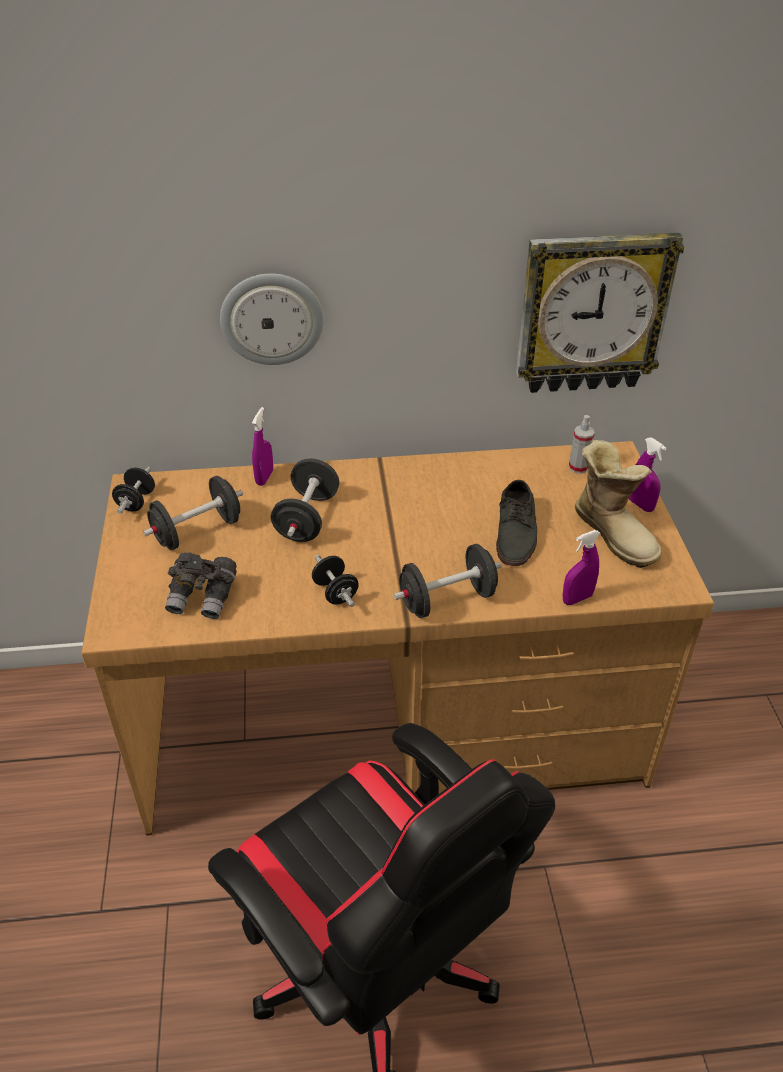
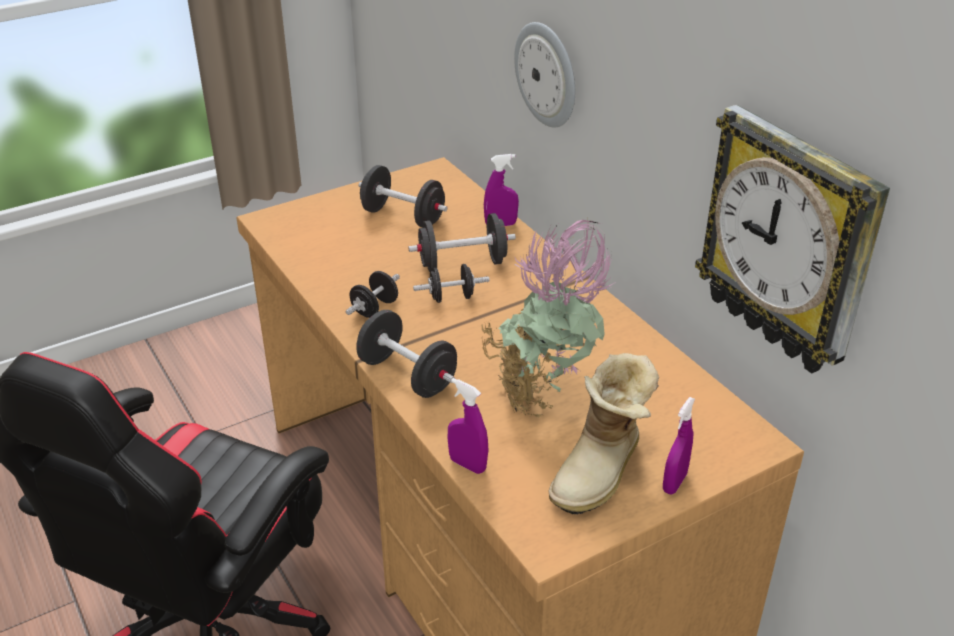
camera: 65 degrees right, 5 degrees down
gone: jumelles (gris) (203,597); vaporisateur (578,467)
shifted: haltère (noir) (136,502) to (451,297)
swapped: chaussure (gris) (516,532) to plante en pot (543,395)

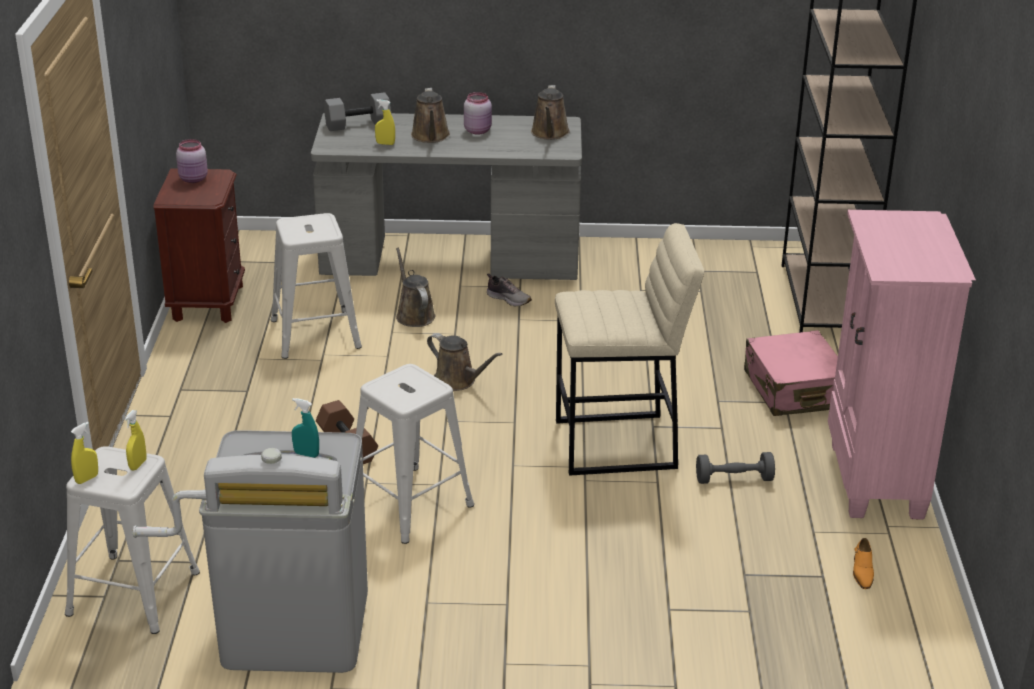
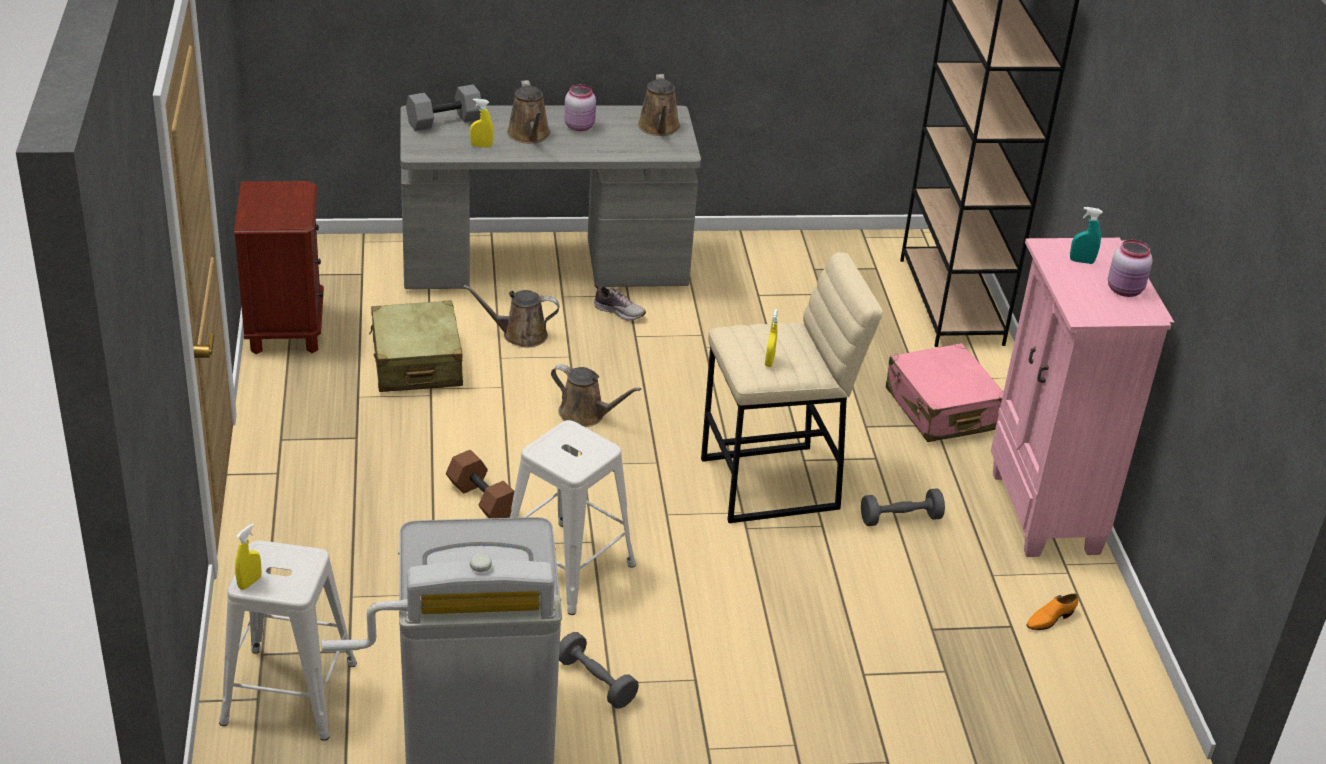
camera: 10 degrees left, 5 degrees up
new: haltère (gris) (596,681)
shifted: vaporisateur (jaune) (138,465) to (769,361); vaporisateur (turquoise) (306,454) to (1081,261); bocal (rose) (194,179) to (1125,290)
swapped: tabouret (blanc) (315,334) to valise (beige) (416,363)
rotated: arrosoir (marron) (414,315) = (520,335) 60 degrees counterclockwise; chaussure (orange) (862,572) = (1049,619) 60 degrees clockwise

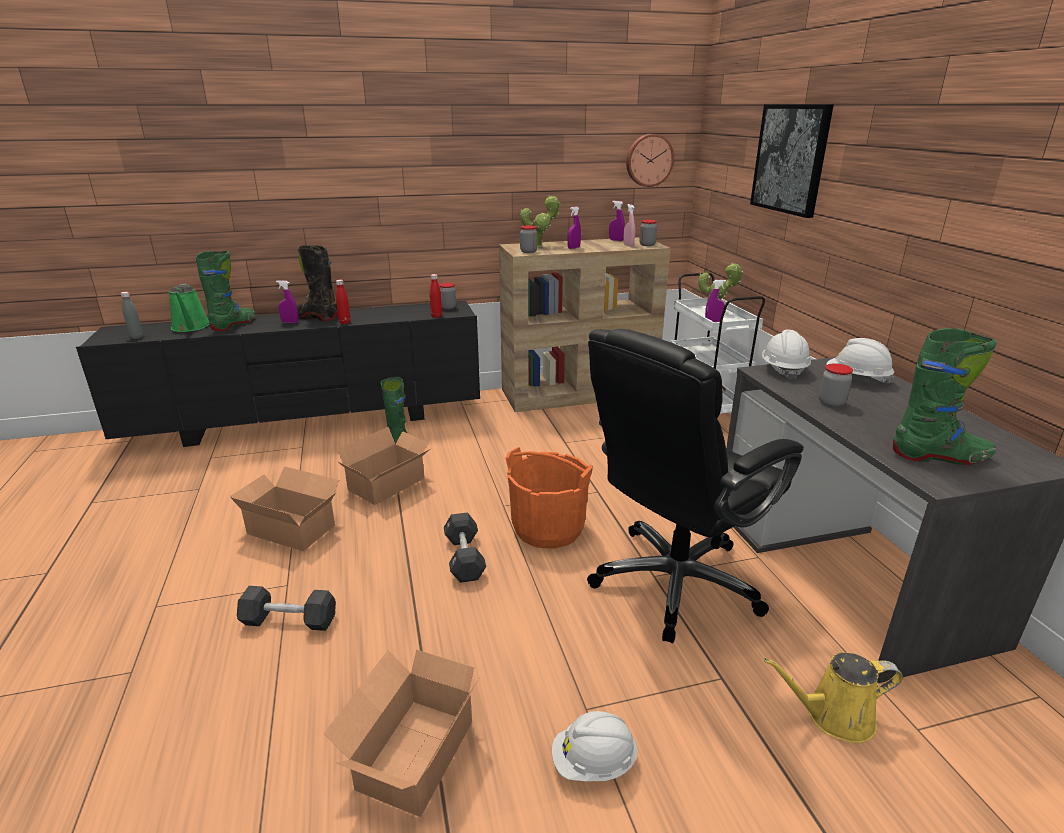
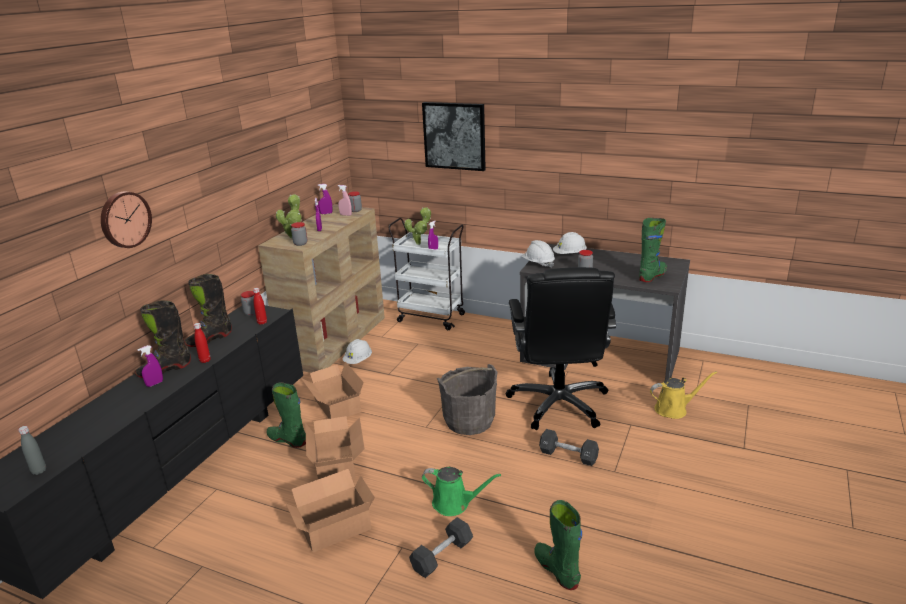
camera: 50 degrees left, 0 degrees up
new: botte (noir) (209,339)
shifted: horloge murale (649,160) to (124,219); carton (410,755) to (336,407); casque de chantier (blanc) (593,763) to (358,361); arrosoir (vert) (191,327) to (454,504); botte (vert) (234,325) to (557,570); haltère (noir) (464,558) to (568,455)
repainted: seau (orange) (548,528) to seau (gris) (469,421)
rotated: arrosoir (jaune) (833,716) = (674,409) 135 degrees counterclockwise

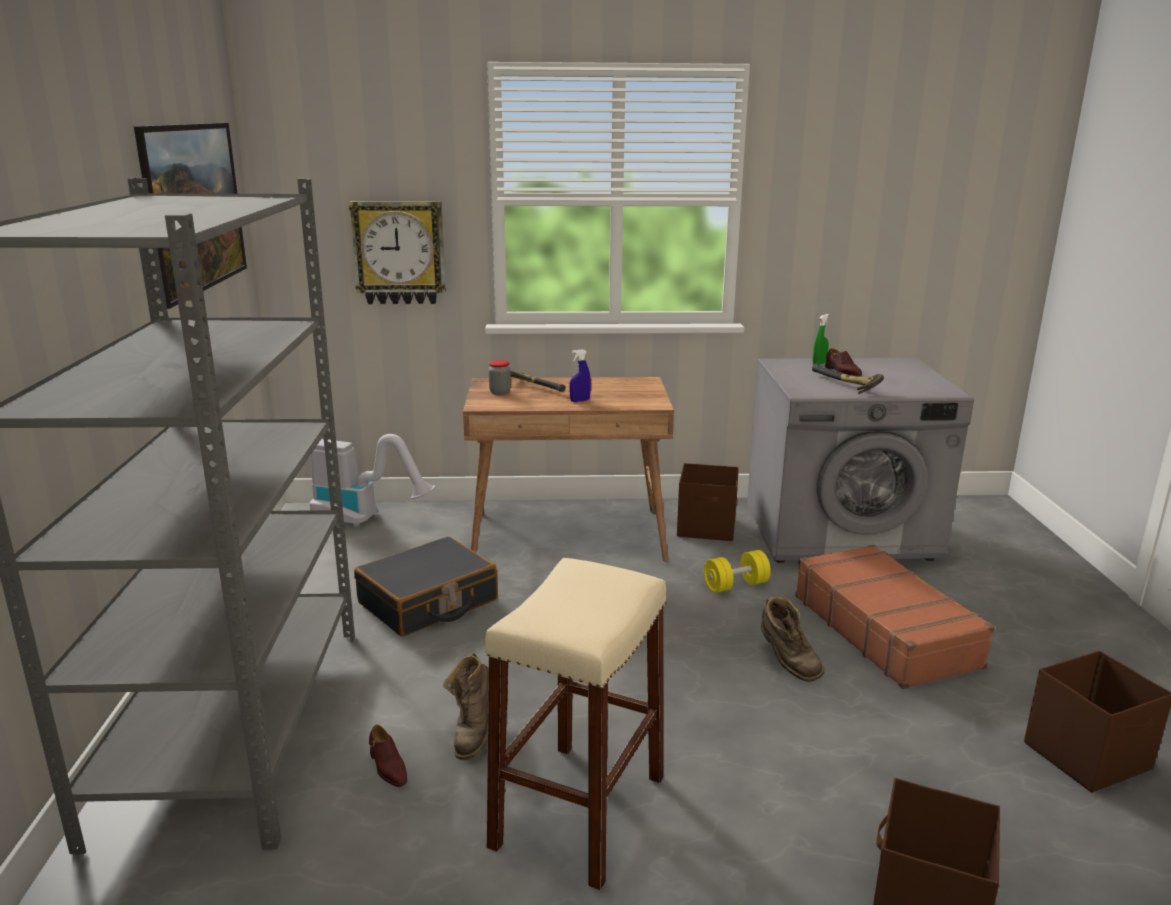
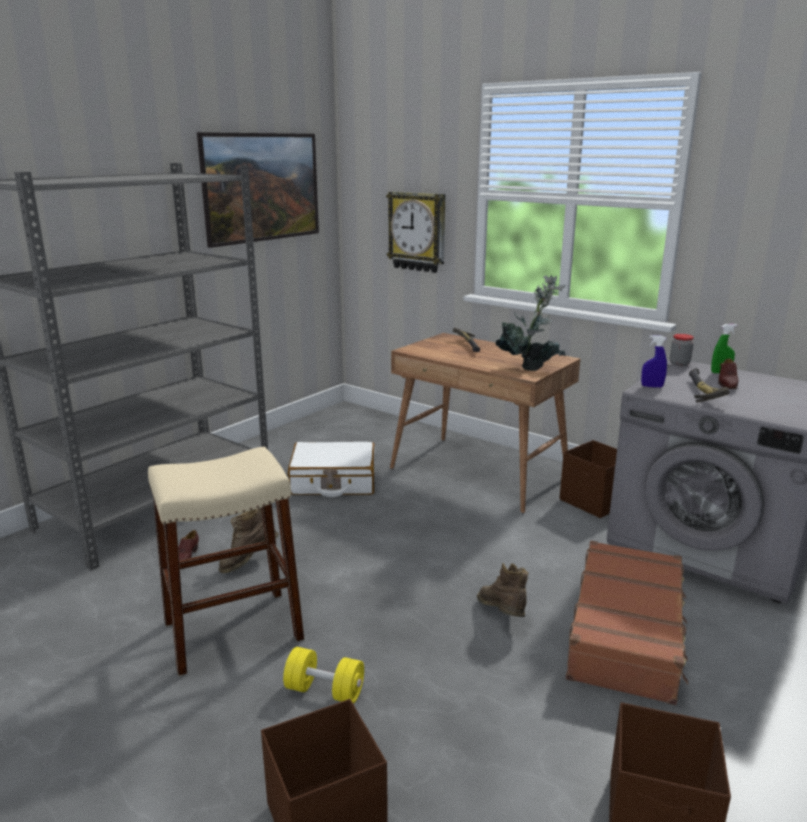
camera: 40 degrees right, 0 degrees up
gone: aspirateur (366,519)
new: plante en pot (530,367)
shifted: haltère (jaune) (736,585) to (325,691); vaporisateur (bleu) (580,401) to (652,386); bocal (500,392) to (679,364)
repainted: valise (noir) (428,602) to valise (blanc) (333,481)
rotated: botte (marron) (787,662) = (502,616) 150 degrees clockwise

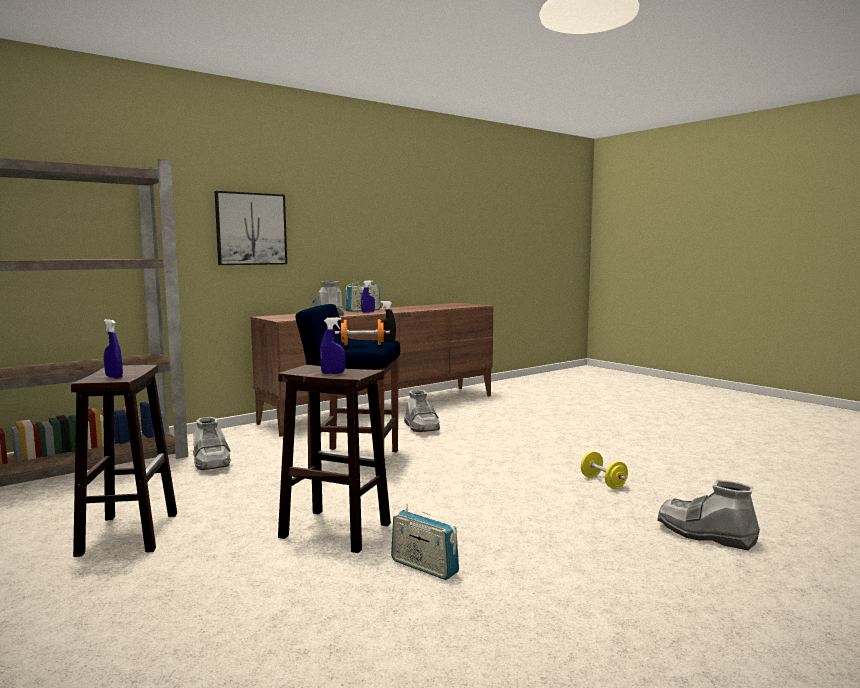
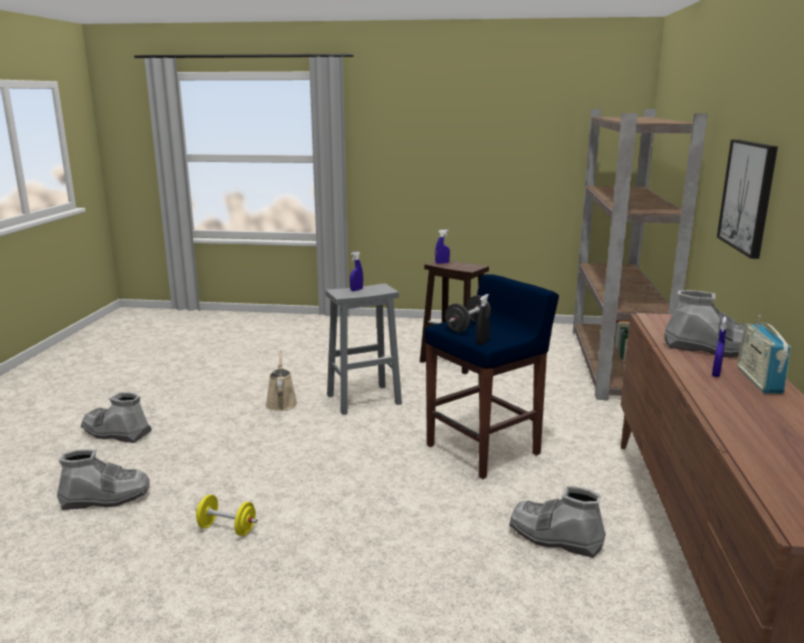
camera: 135 degrees right, 10 degrees up
shifted: botte (gris) (211,464) to (116,433)
swapped: radio (424,567) to arrosoir (beige) (281,402)
repainted: tabouret (marron) (333,530) to tabouret (gris) (365,399); haltère (orange) (362,345) to haltère (noir) (467,326)

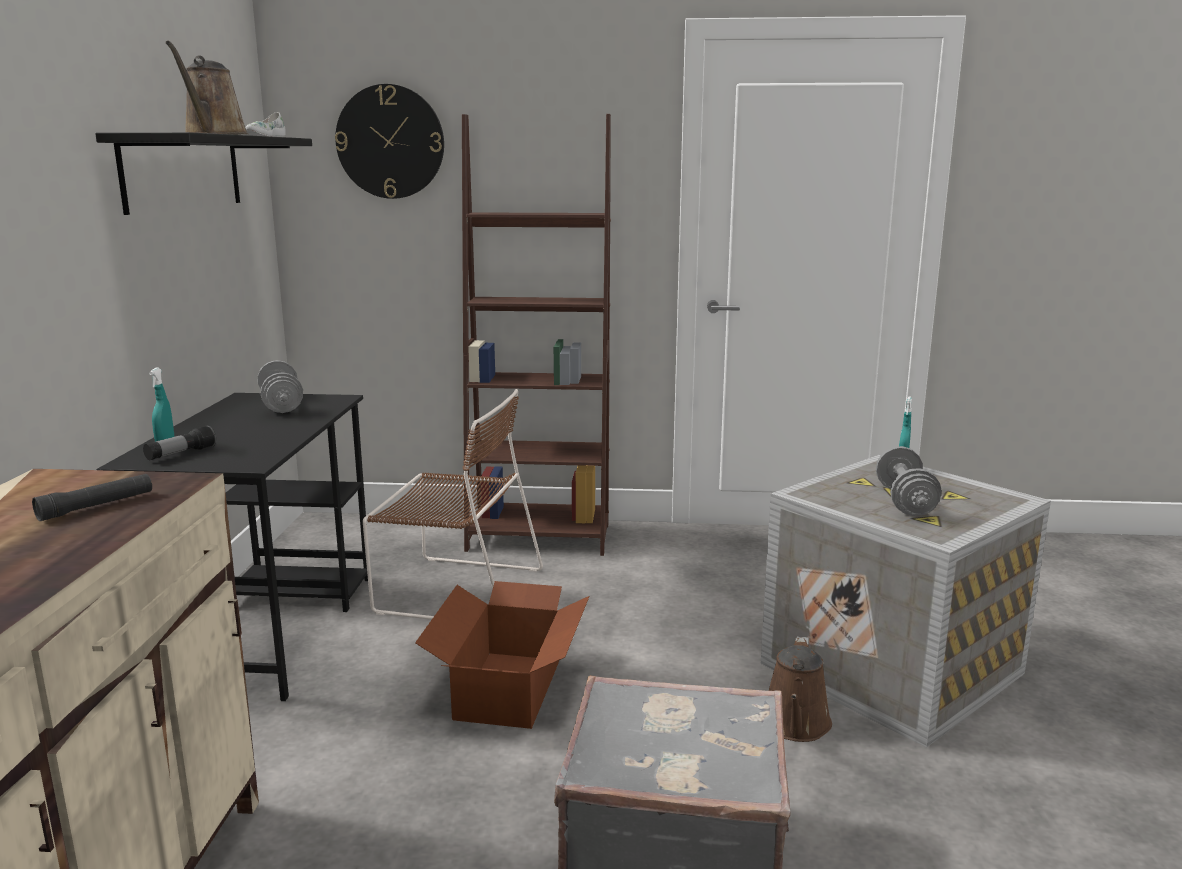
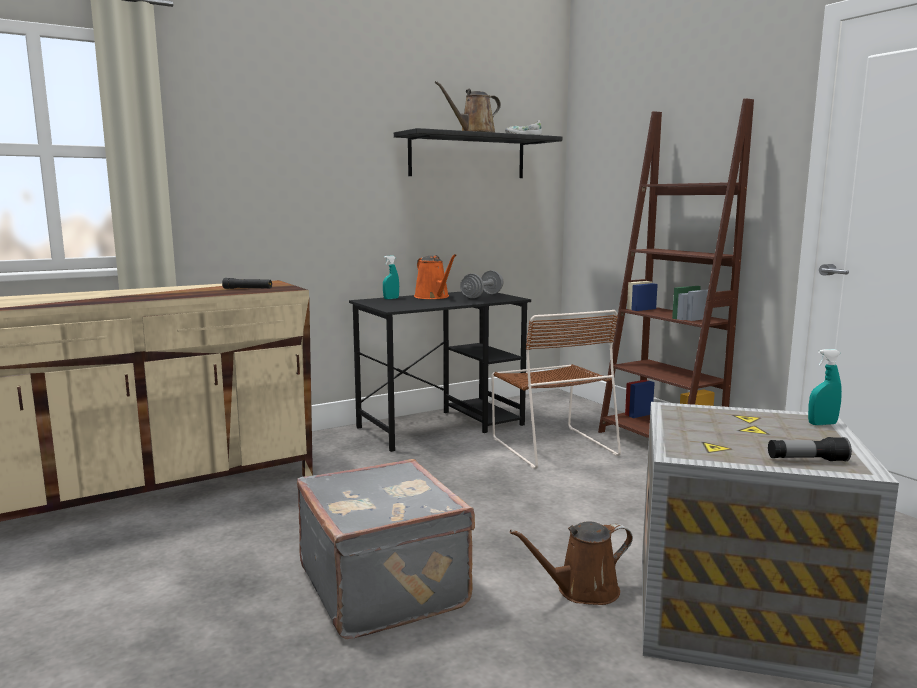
camera: 55 degrees right, 5 degrees down
gone: horloge murale (390,142); carton (510,688); haltère (gris) (905,501)
new: arrosoir (orange) (433,297)
shifted: lampe de poche (181,454) to (807,460)

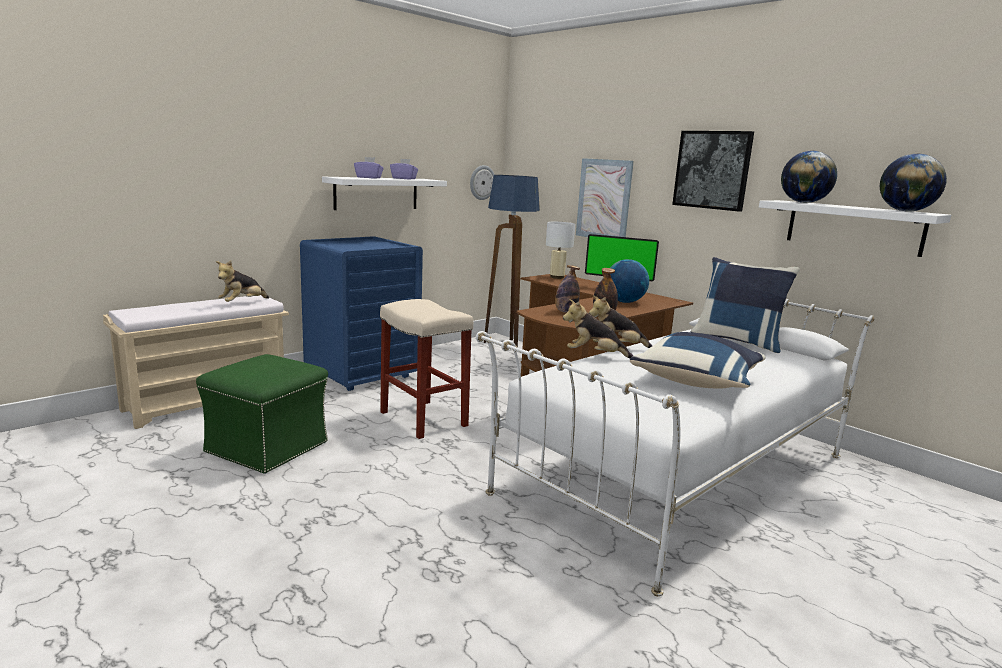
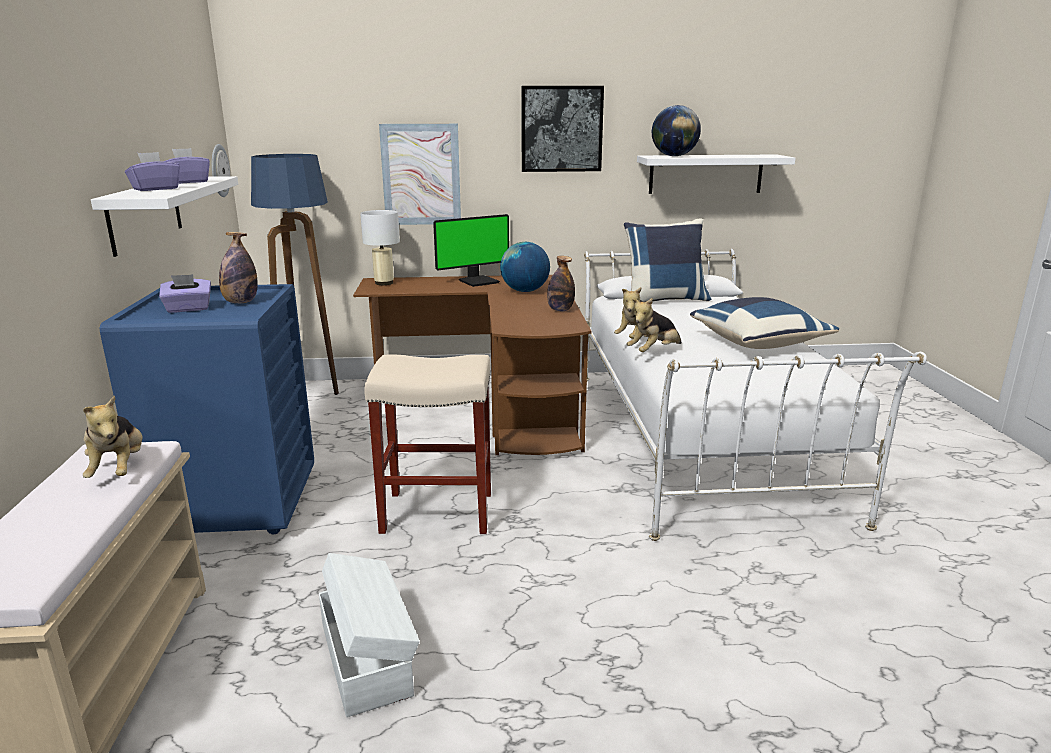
camera: 50 degrees left, 5 degrees up
gone: globe (905,211)
new: boîte à mouchoirs (violet) (188,309)
shifted: bouteille (565,312) to (240,302)
swapped: pouf (vert) (268,447) to boîte de rangement (blanc) (367,657)

